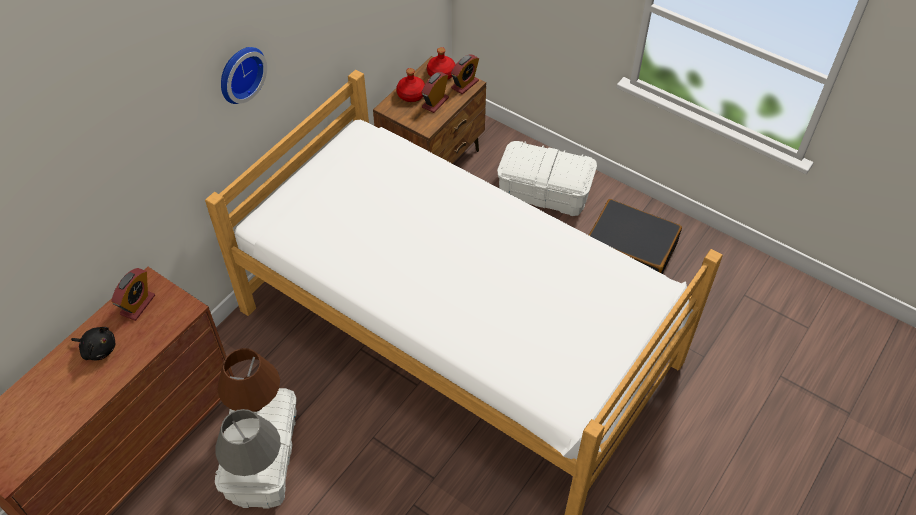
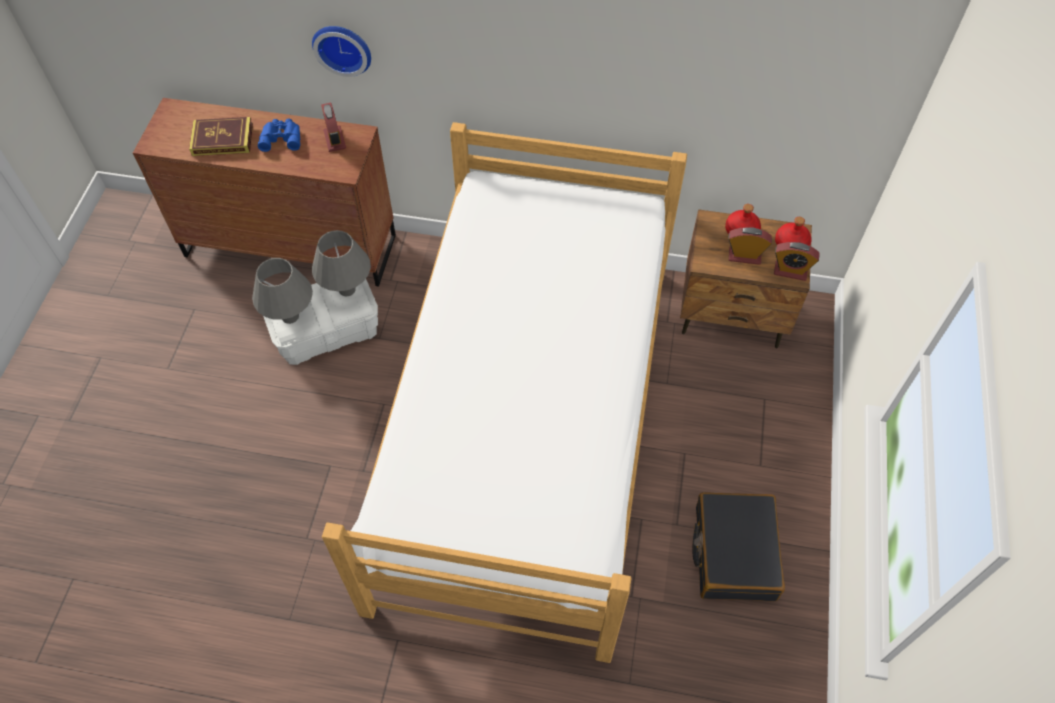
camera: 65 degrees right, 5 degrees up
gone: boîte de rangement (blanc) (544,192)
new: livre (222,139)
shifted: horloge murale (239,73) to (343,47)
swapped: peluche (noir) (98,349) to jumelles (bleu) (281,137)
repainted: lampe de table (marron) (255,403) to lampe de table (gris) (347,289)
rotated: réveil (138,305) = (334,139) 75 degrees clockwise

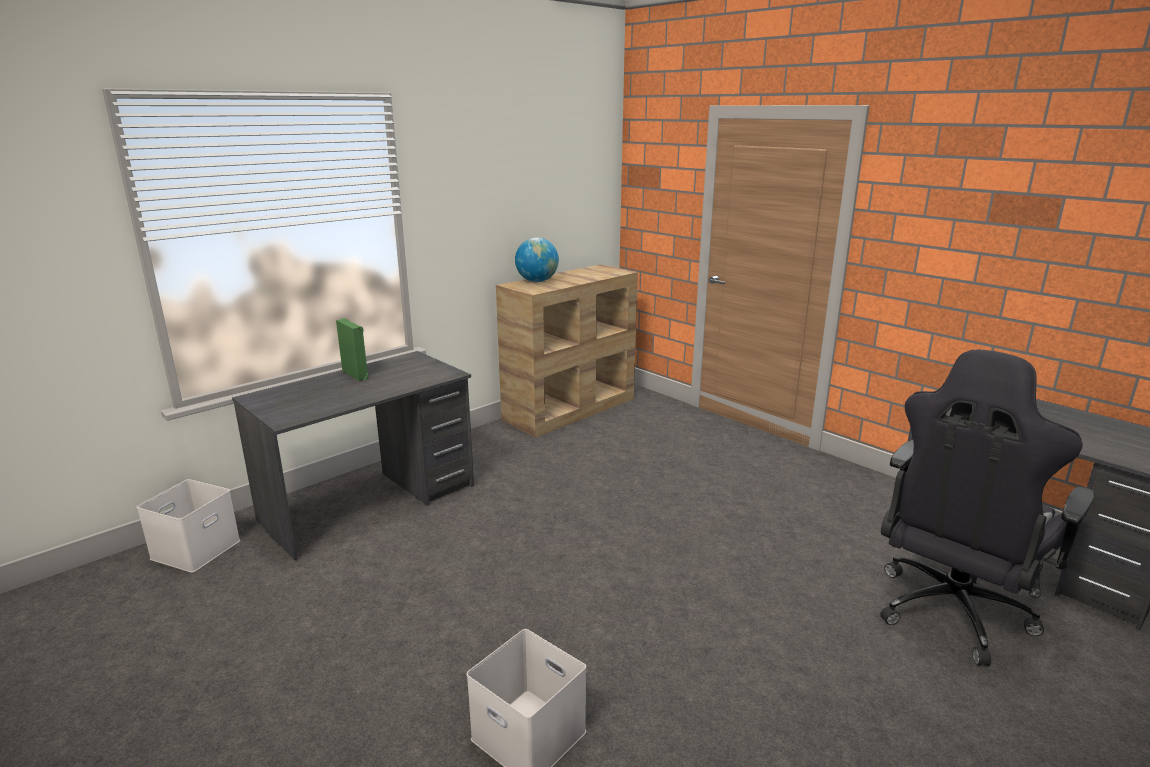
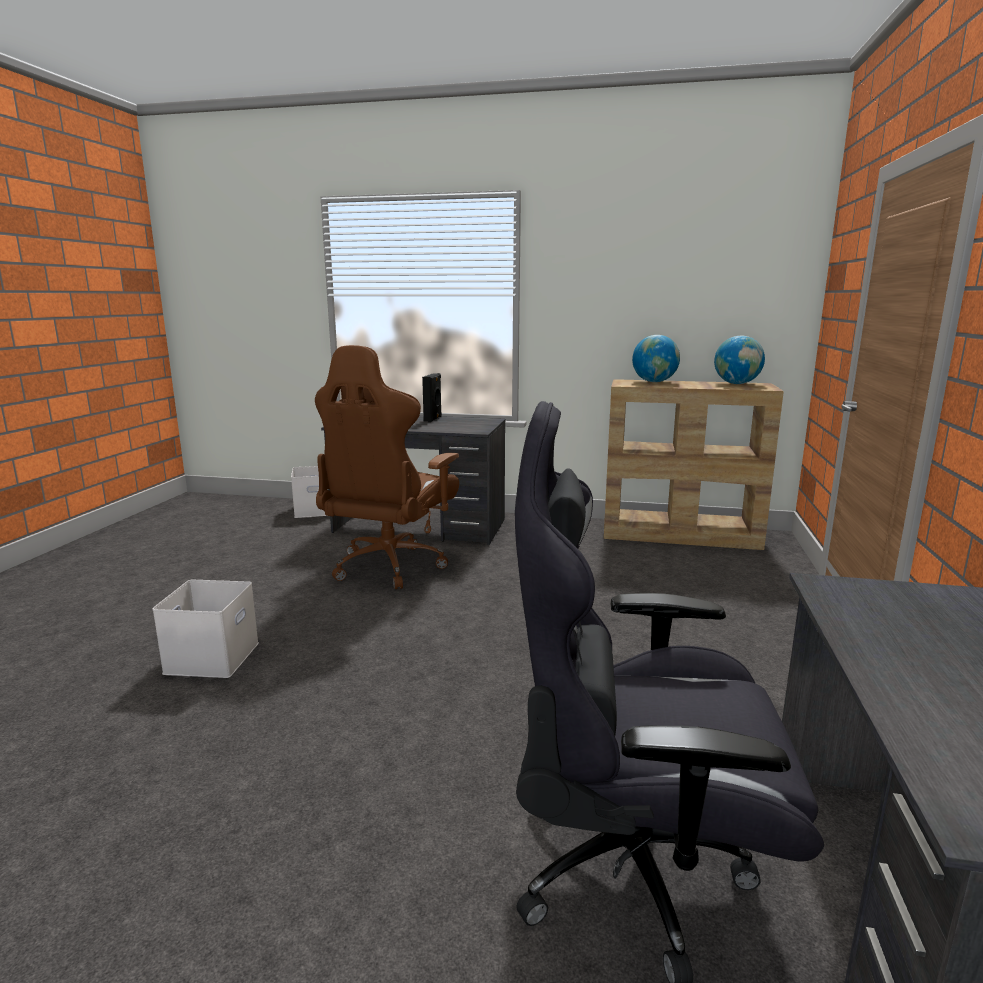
camera: 55 degrees right, 5 degrees down
new: chaise de bureau (marron) (392,564); globe (736,384)
repainted: enceinte (vert) (356,374) to enceinte (noir) (433,419)

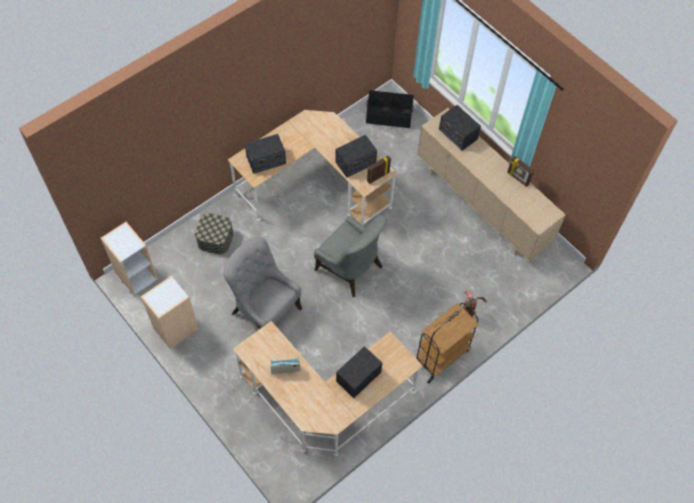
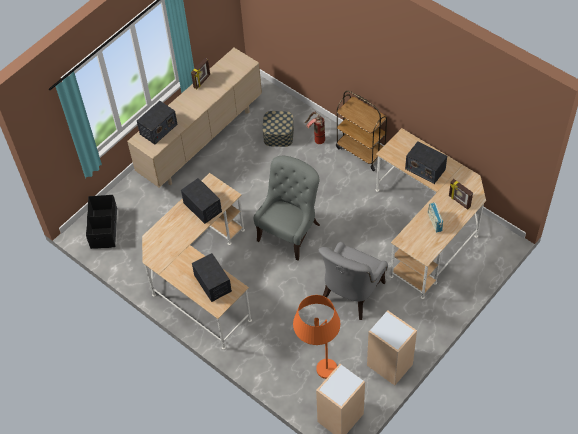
camera: 95 degrees left, 5 degrees down
new: lampadaire (orange) (318,377)
shifted: boîte de rangement (215,239) to (278,135); cadre photo (378,176) to (459,201)

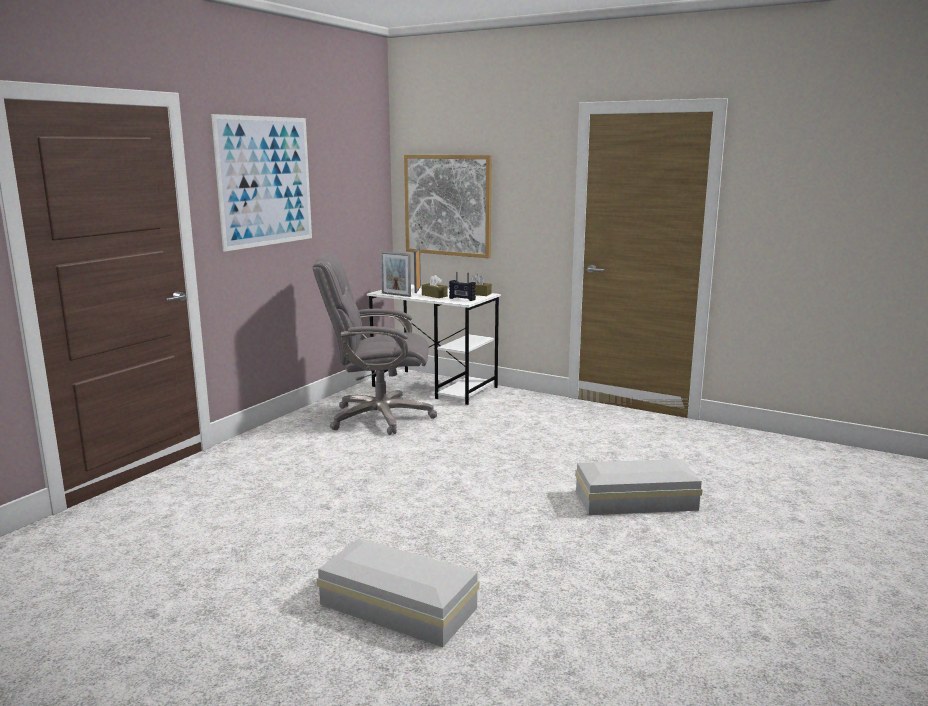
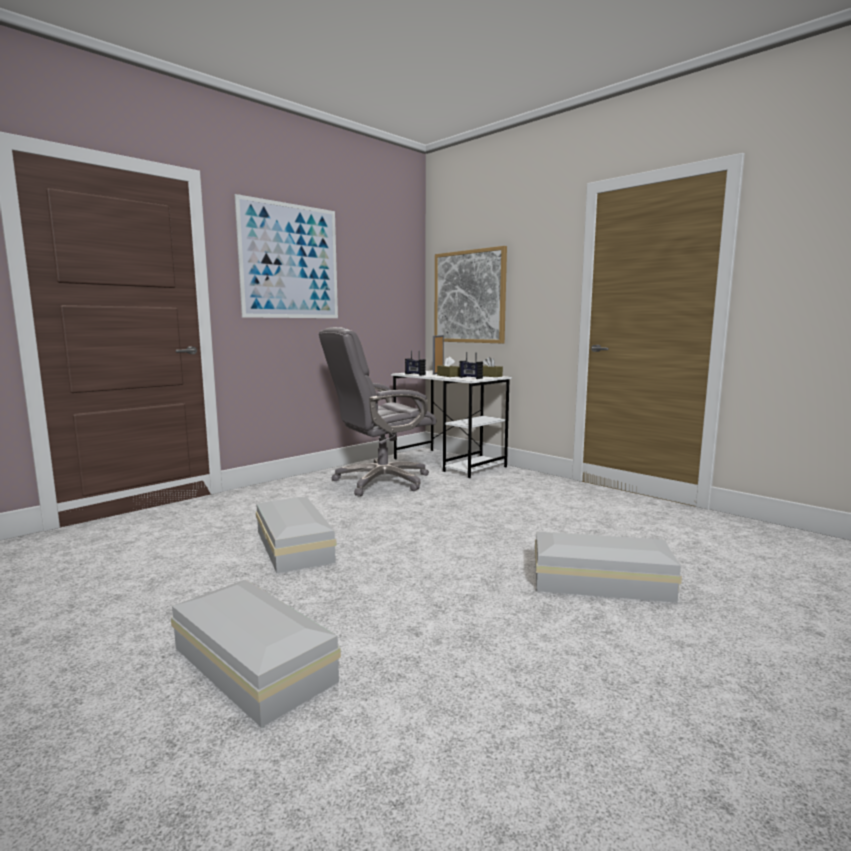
camera: 15 degrees right, 5 degrees down
new: boîte de rangement (blanc) (295,545)
swapped: cadre photo (396,295) to radio (415,374)
rotated: chaise de bureau (gris) (379,417) = (381,482) 45 degrees counterclockwise

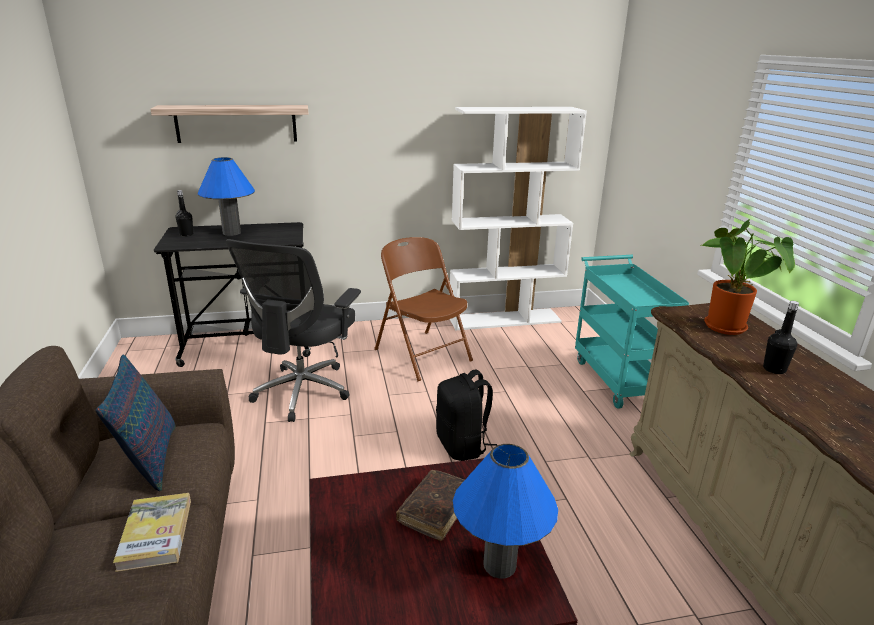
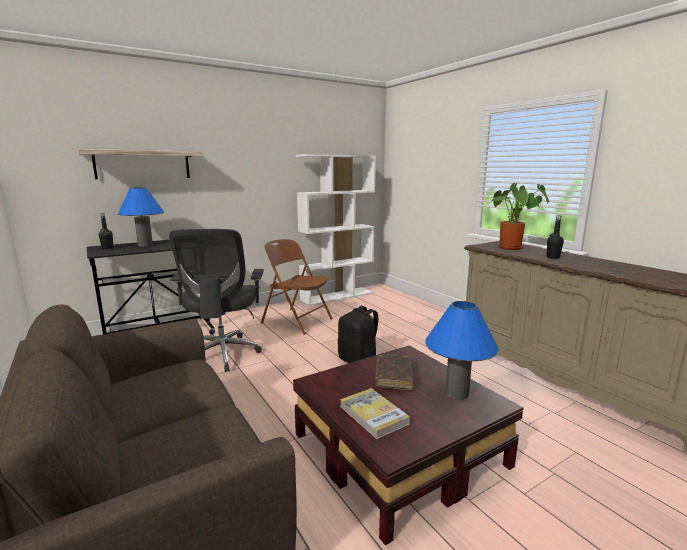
camera: 20 degrees left, 10 degrees down
gone: coussin (bleu) (151,459); chariot (turquoise) (614,381)
shifted: livre (156,534) to (373,415)

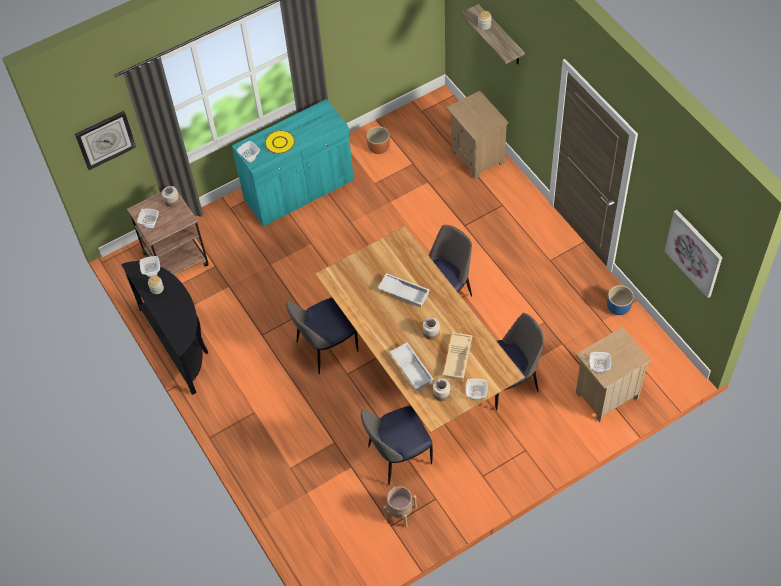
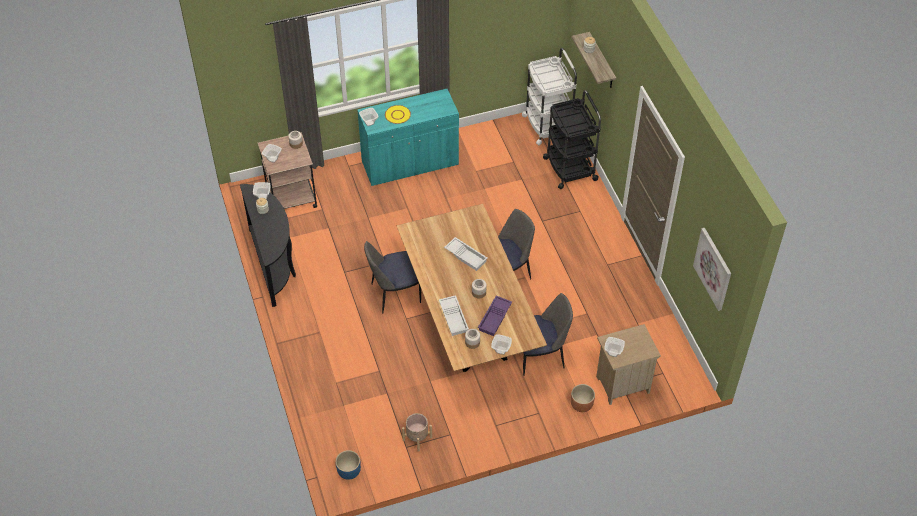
camera: 10 degrees right, 5 degrees down
gone: horloge murale (105,139); chaise (398,456)
new: chariot (blanc) (547,126)
shifted: cache-pot (bleu) (618,307) to (348,471); cache-pot (marron) (379,148) to (581,405)
swapped: table de chevet (beige) (476,158) to chariot (noir) (569,168)
repainted: plateau (beige) (458,359) to plateau (violet) (495,318)

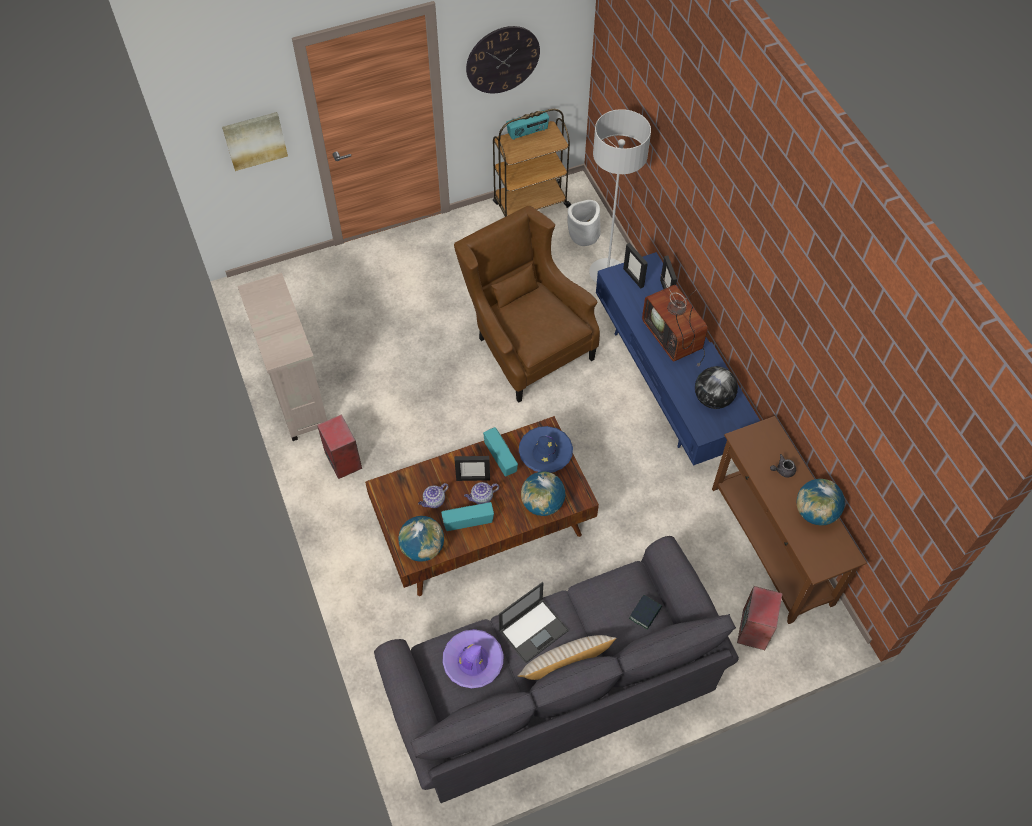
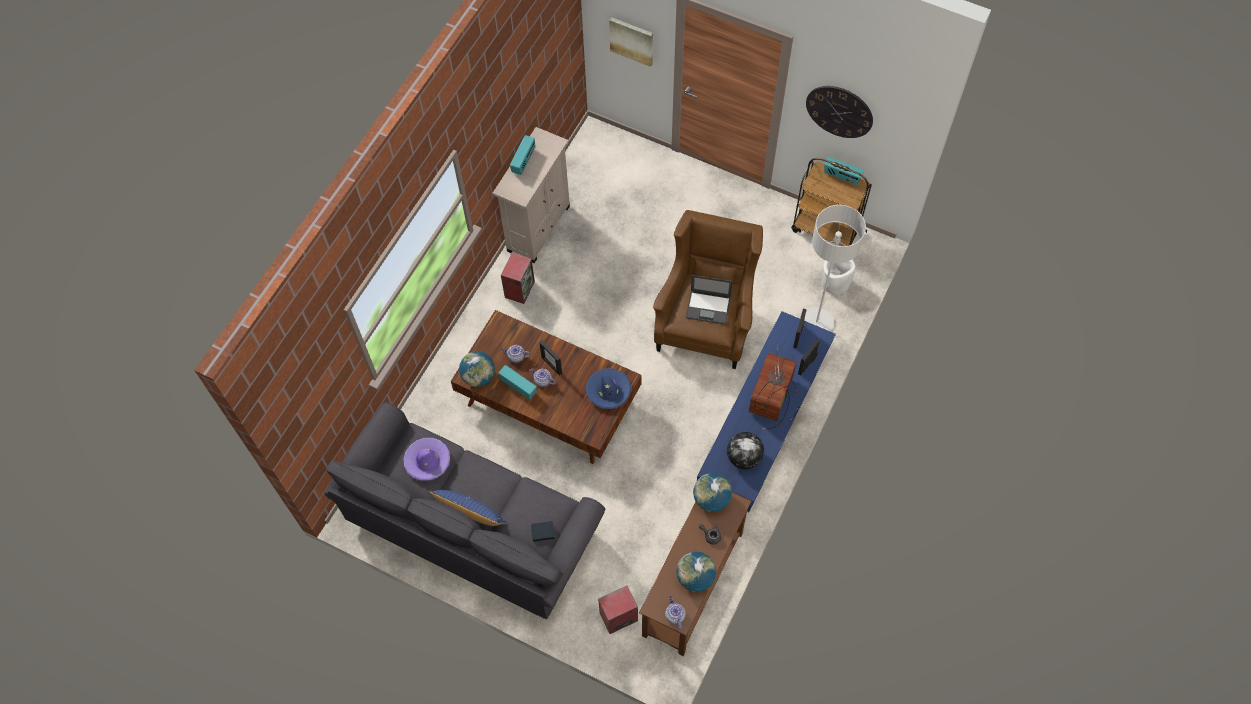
camera: 50 degrees right, 5 degrees up
new: théière (674,615)
shifted: radio (501,458) to (524,161); ordinateur portable (534,630) to (709,307); globe (542,504) to (711,499)
repainted: coussin (beige) (565,664) to coussin (bleu) (470,513)

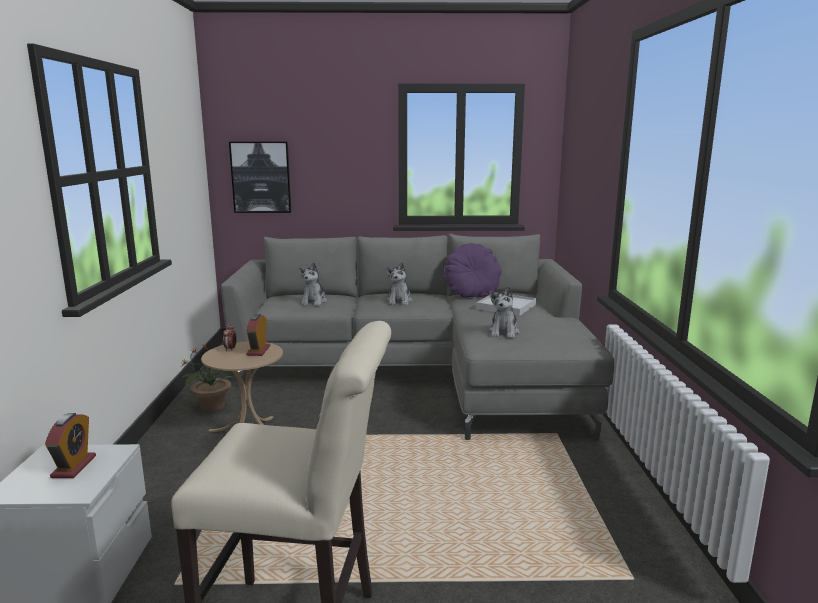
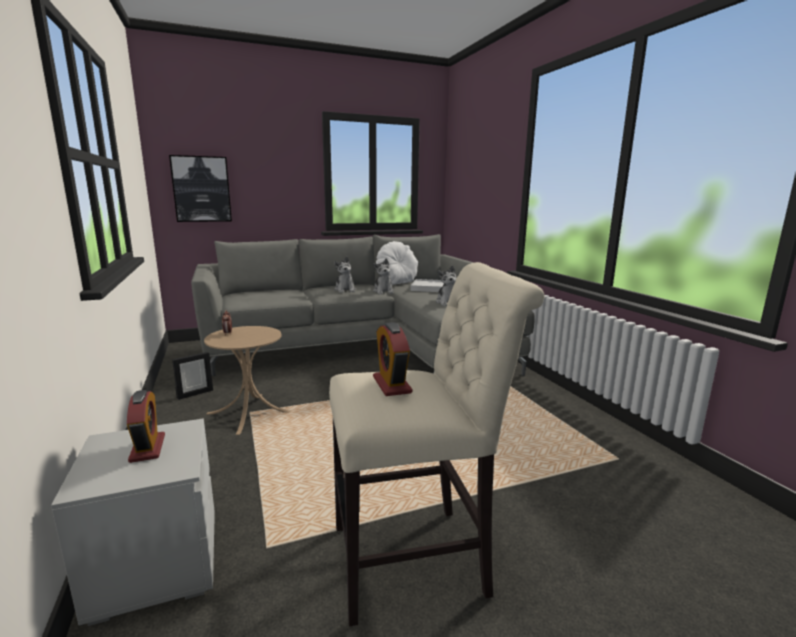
camera: 20 degrees left, 0 degrees up
shifted: peluche (314,302) to (383,291); réveil (258,350) to (391,385)
swapped: plante en pot (212,406) to cadre photo (195,394)
repainted: coussin (violet) (472,296) to coussin (blanc) (396,283)

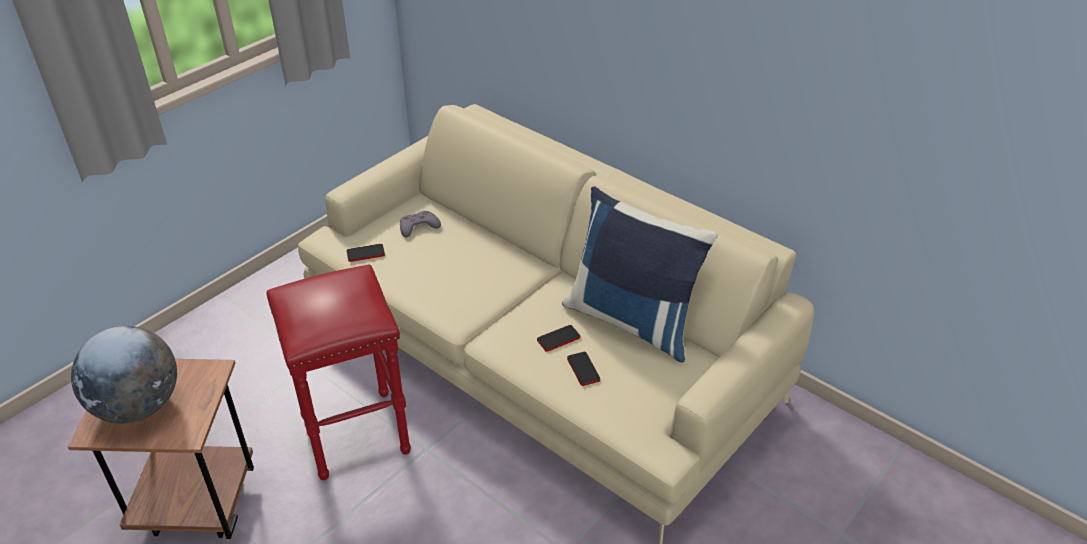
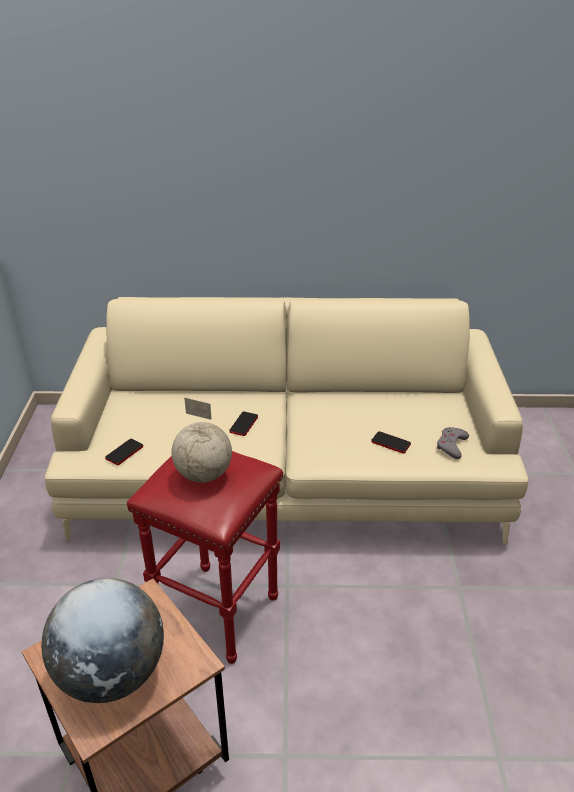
camera: 40 degrees left, 5 degrees down
gone: coussin (bleu) (632,320)
new: globe (203,474)
shifted: téléphone (558,339) to (243,424); manette (gris) (418,227) to (451,445)

